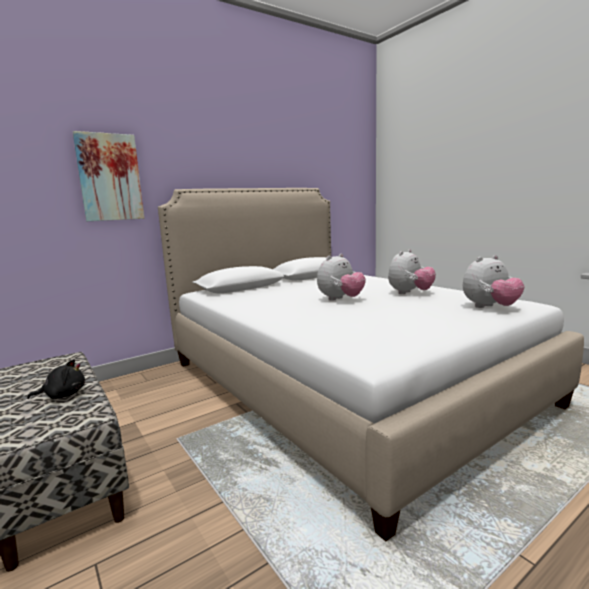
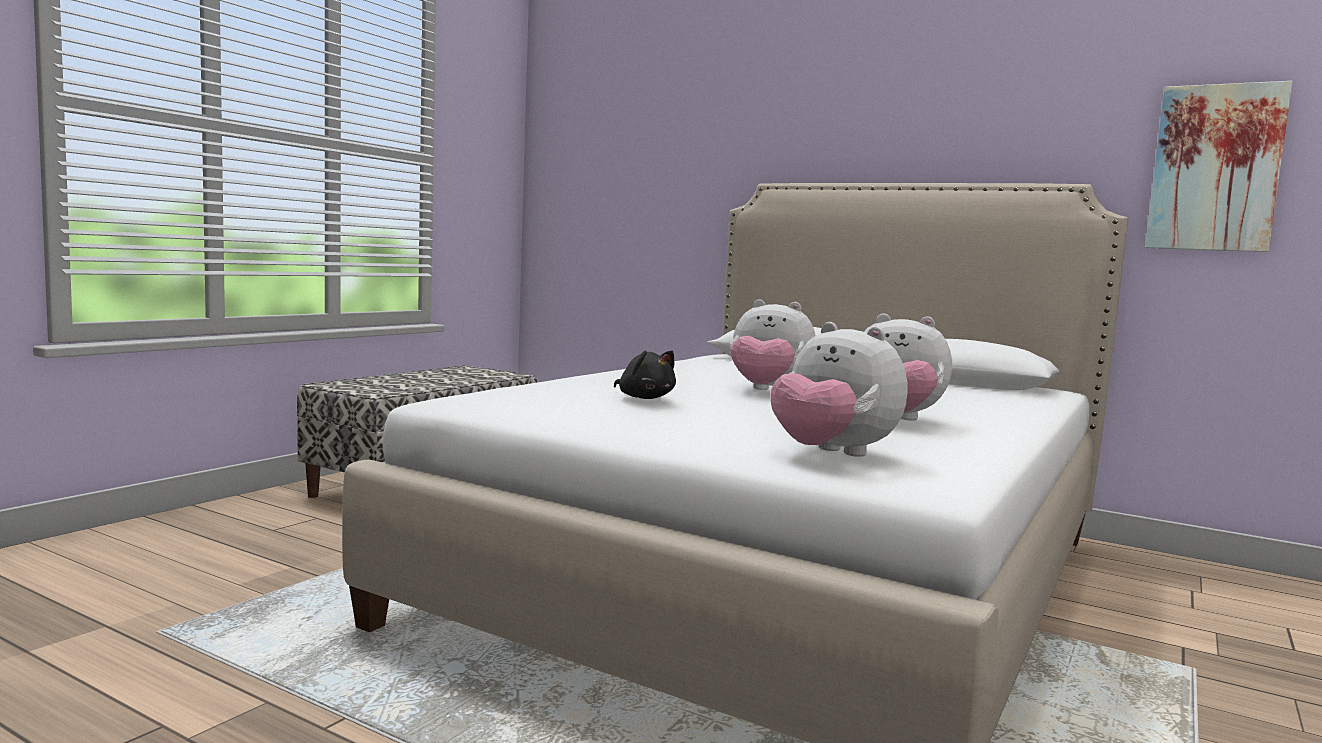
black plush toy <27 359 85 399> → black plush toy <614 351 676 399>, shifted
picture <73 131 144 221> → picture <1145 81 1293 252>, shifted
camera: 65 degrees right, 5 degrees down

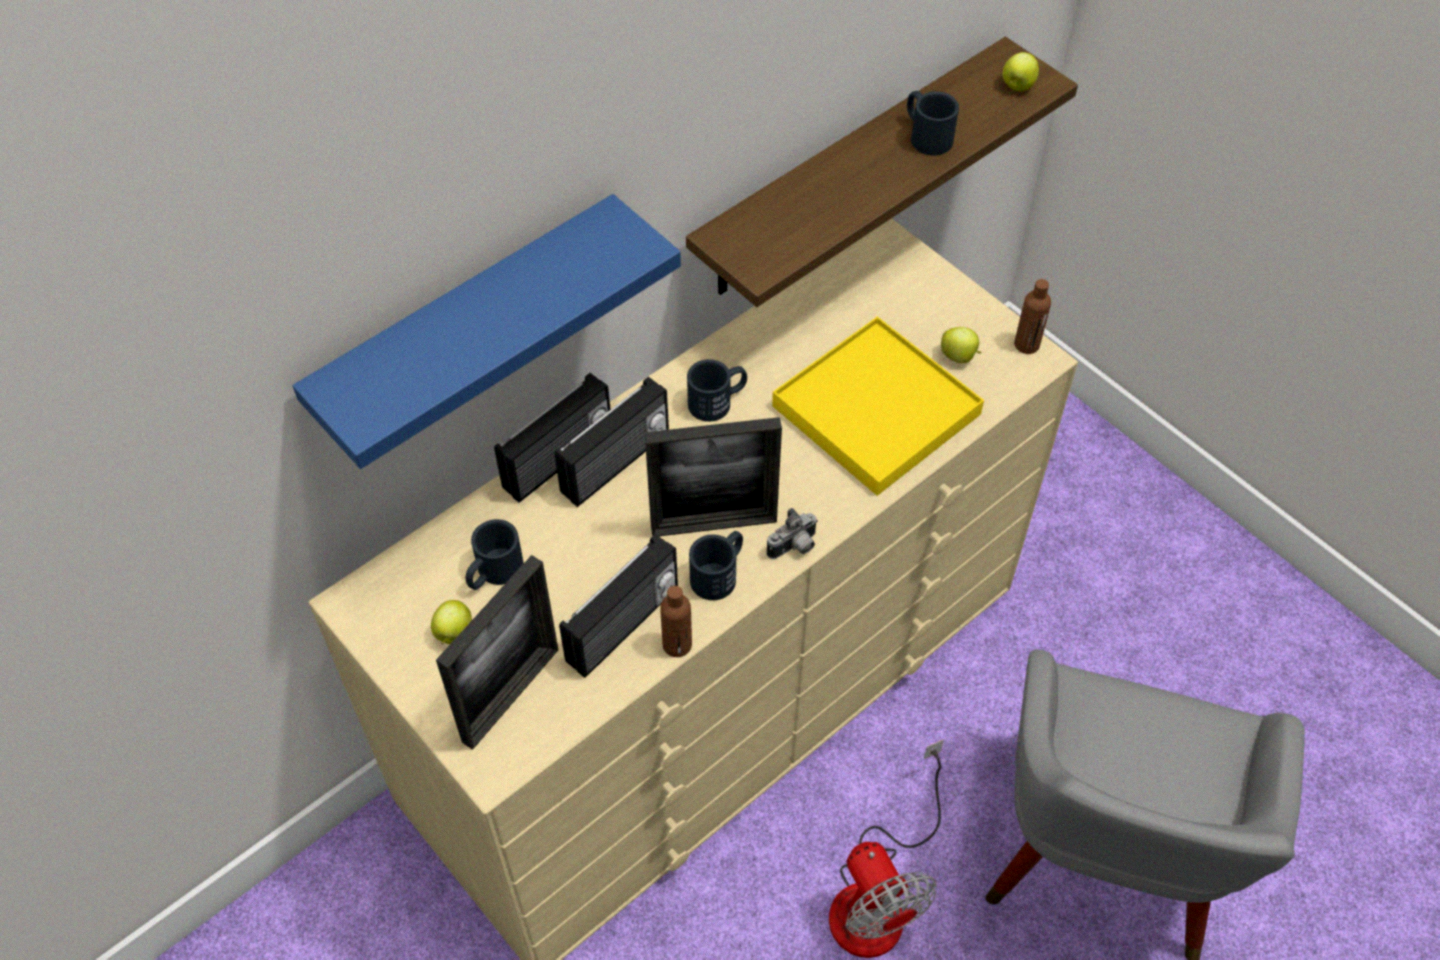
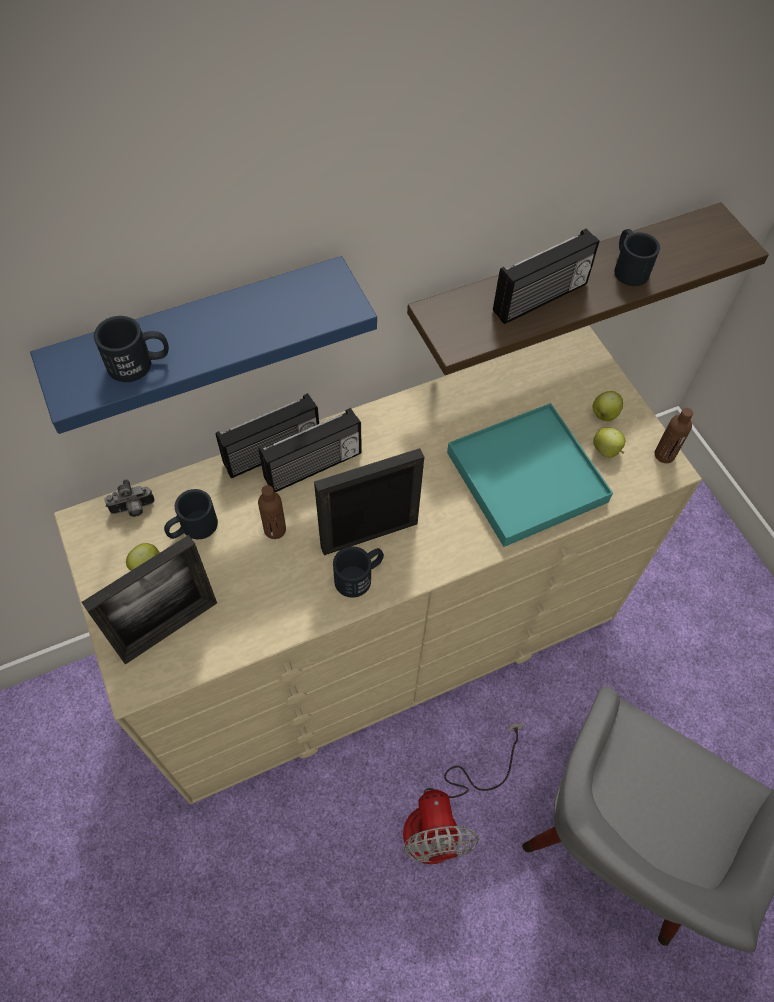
black mug <687 359 747 422> → black mug <94 316 169 382>, shifted
photo camera <766 508 818 559> → photo camera <104 479 155 517>, shifted
brown bottle <660 586 692 657> → brown bottle <258 485 286 539>, shifted
picture frame <645 417 782 536> → picture frame <314 448 424 555>, 150 degrees clockwise
yellow tray <772 316 984 496> → turquoise tray <447 403 613 547>
radio <559 534 678 678> → radio <493 229 600 324>, shifted
apple <1003 52 1039 91> → apple <593 391 623 422>, shifted
camera: 15 degrees right, 5 degrees up

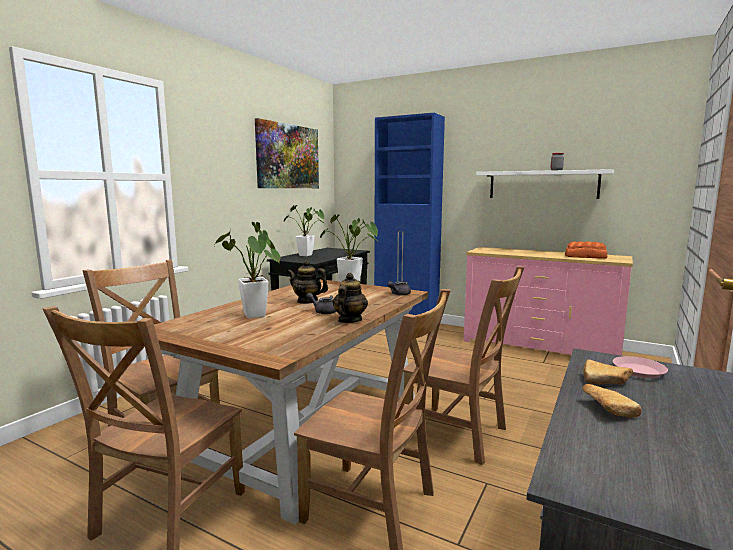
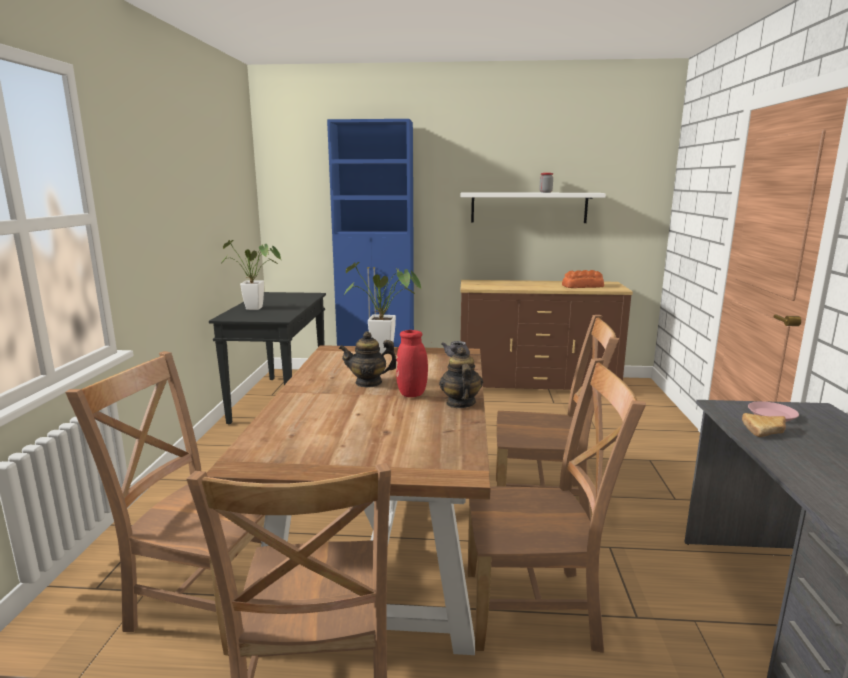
grey teapot <306 293 337 314> → red vase <396 330 428 397>
pink dresser <464 247 633 356> → brown dresser <460 280 633 390>
potted plant <214 222 281 318> → -
picture <255 118 319 188> → -
bread <582 384 642 417> → -
camera: 25 degrees left, 5 degrees up

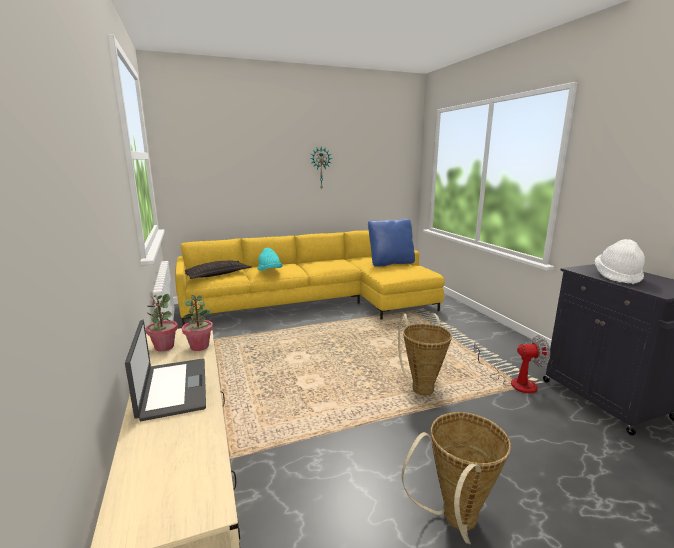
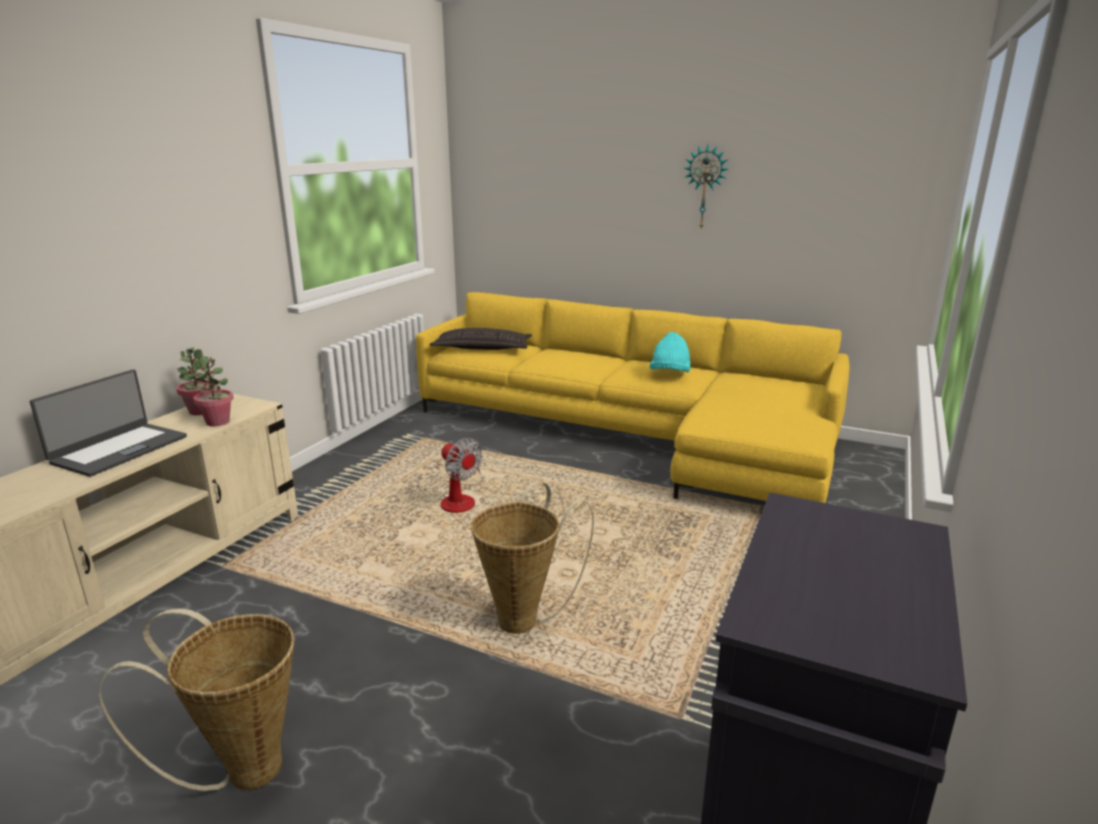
fan <474 335 550 393> → fan <441 438 483 513>, shifted
turquoise hat <258 248 283 271> → turquoise hat <650 332 690 372>, shifted
blue pillow <368 219 415 267> → -
white hat <595 239 645 284> → -
camera: 45 degrees right, 5 degrees up

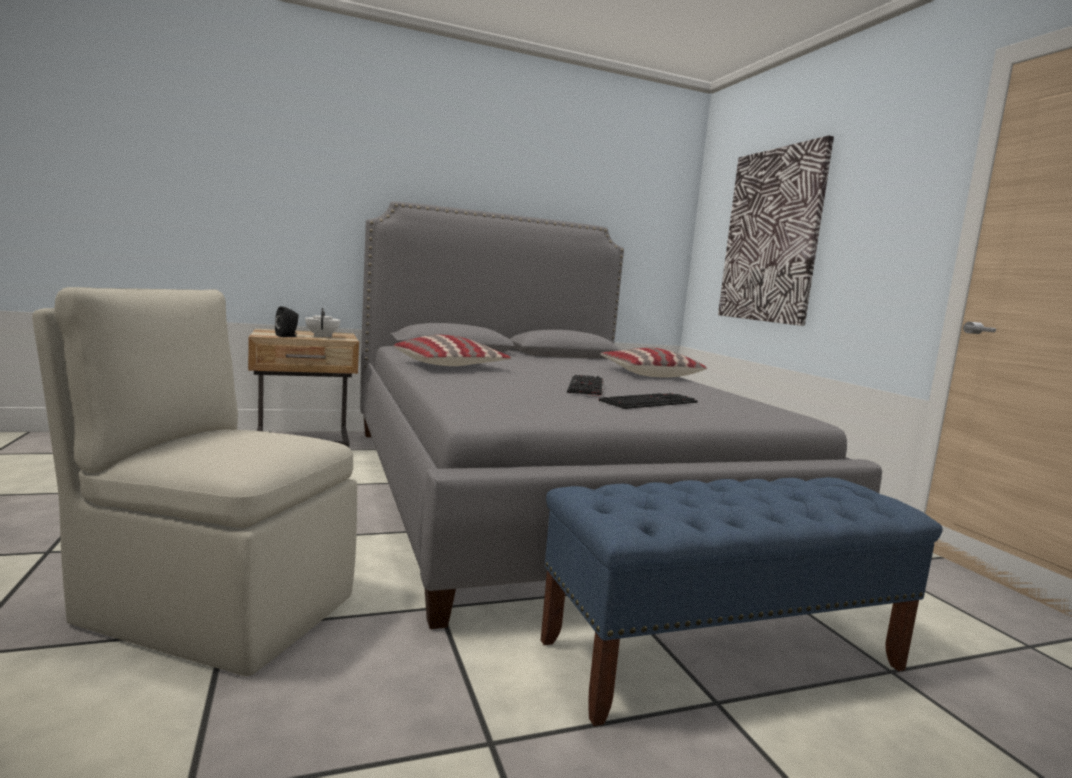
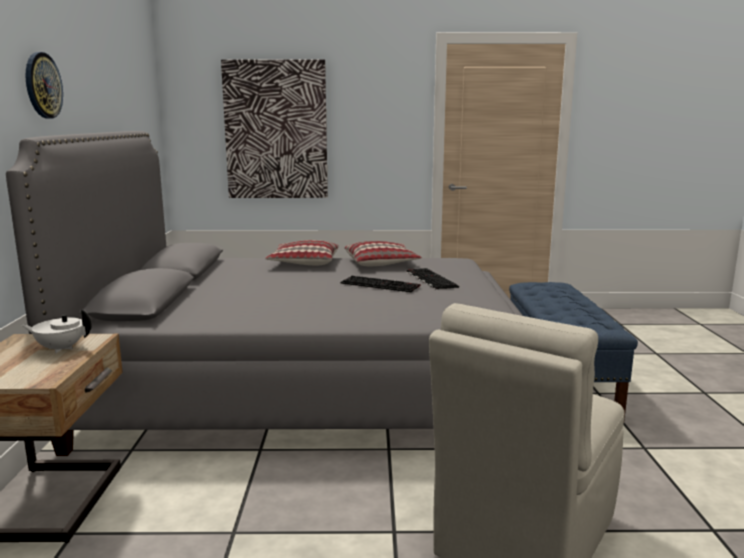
- → wall clock <26 52 63 118>
pillow <394 335 511 366> → pillow <344 241 422 266>, shifted
black speaker <275 306 299 337> → -
camera: 70 degrees left, 5 degrees up

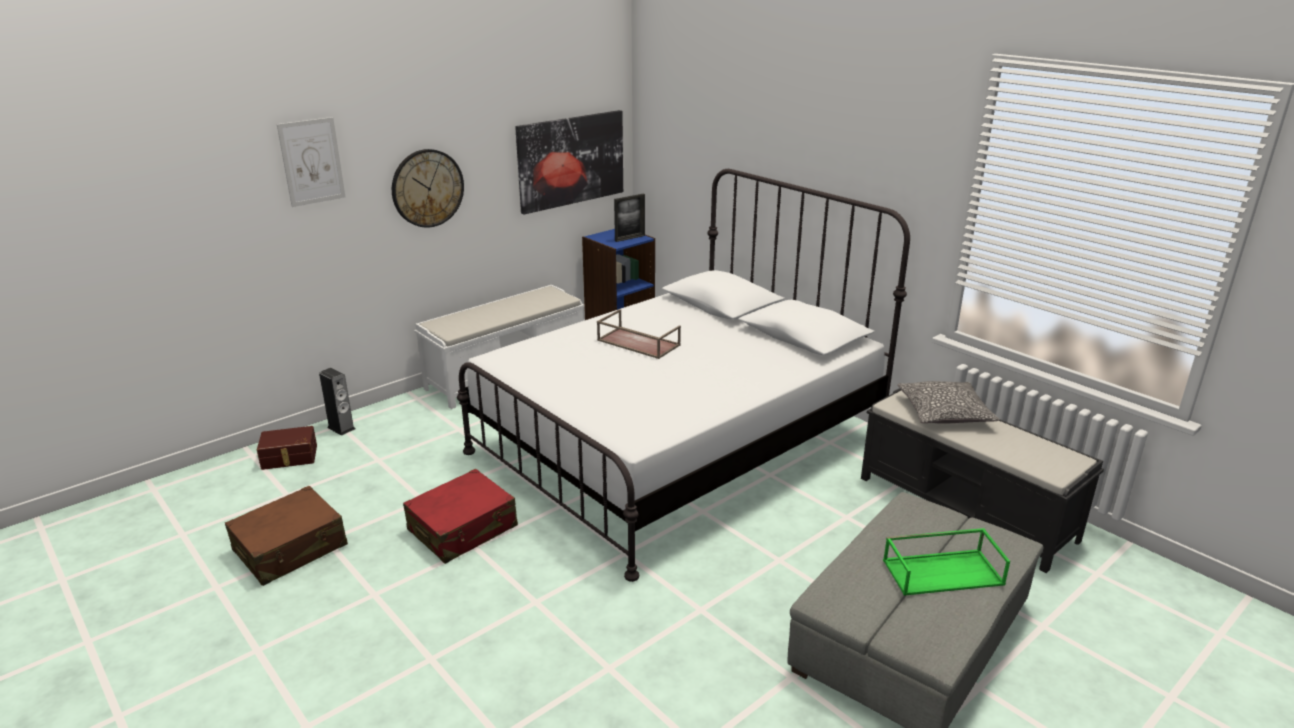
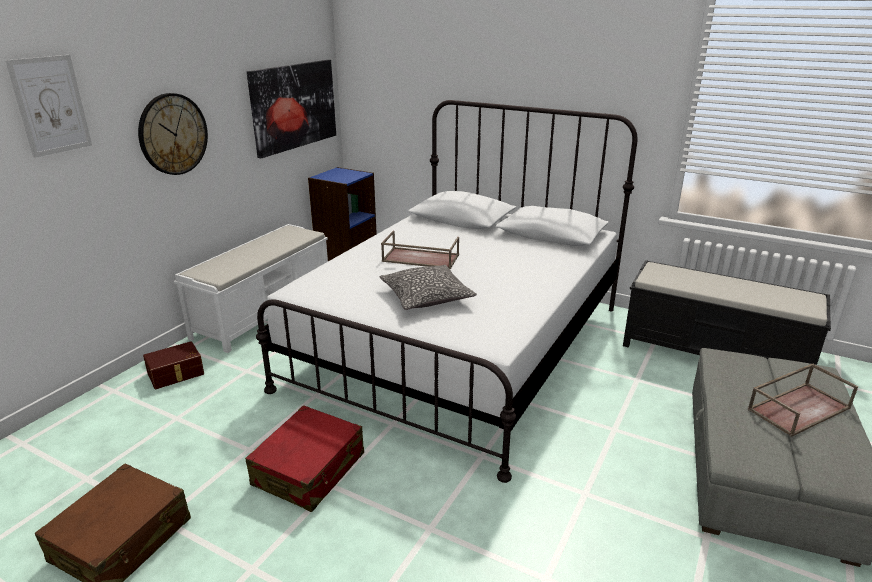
brown storage box <257 426 317 470> → brown storage box <143 341 204 389>, shifted
pillow <897 381 1000 424> → pillow <380 265 477 310>, shifted
green tray <883 528 1010 596> → brown tray <747 363 858 437>
speaker <319 368 355 436> → -
picture frame <614 194 645 242> → -
camera: 20 degrees left, 0 degrees up

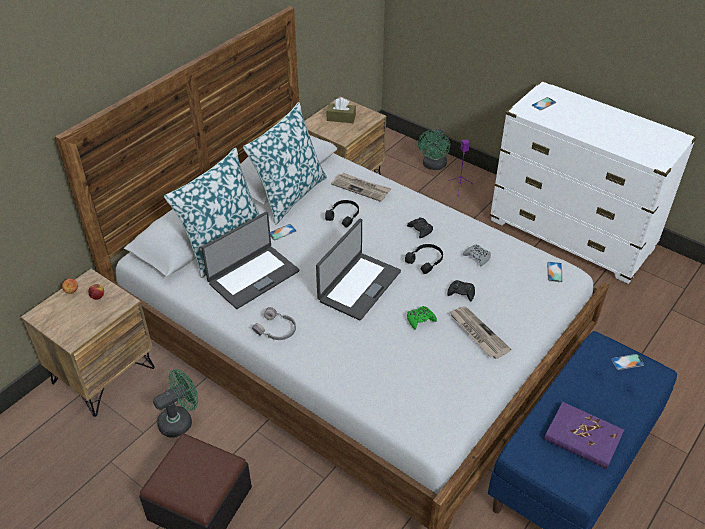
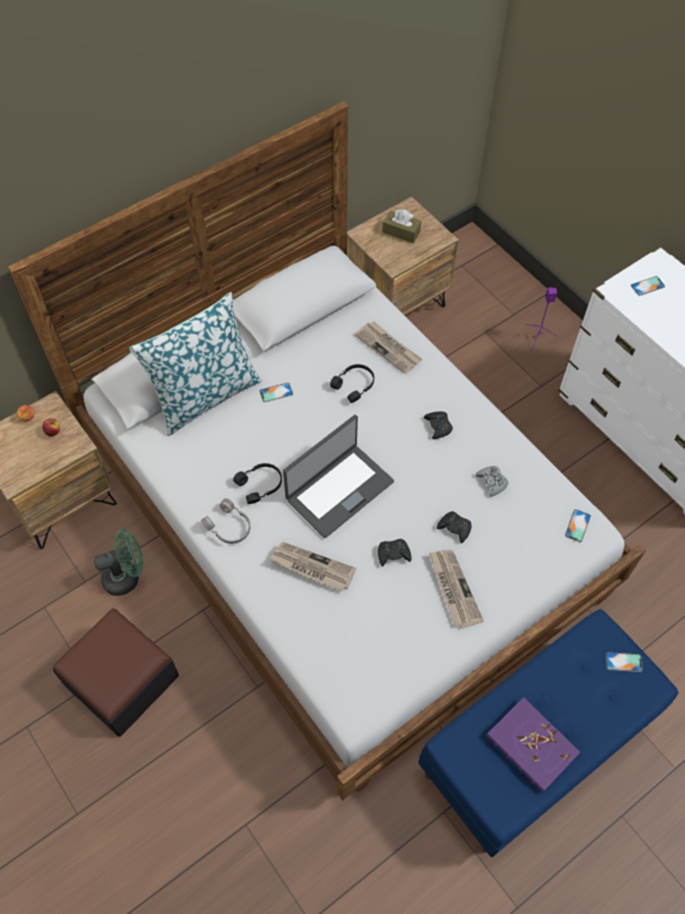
black headphones <405 244 443 274> → black headphones <233 463 282 504>, shifted
- → newspaper <269 542 356 592>
green game controller <407 306 437 329> → black game controller <378 539 411 567>
laptop <201 212 299 309> → -
pillow <243 102 327 224> → -
green fan <418 129 450 170> → -
camera: 15 degrees right, 15 degrees up

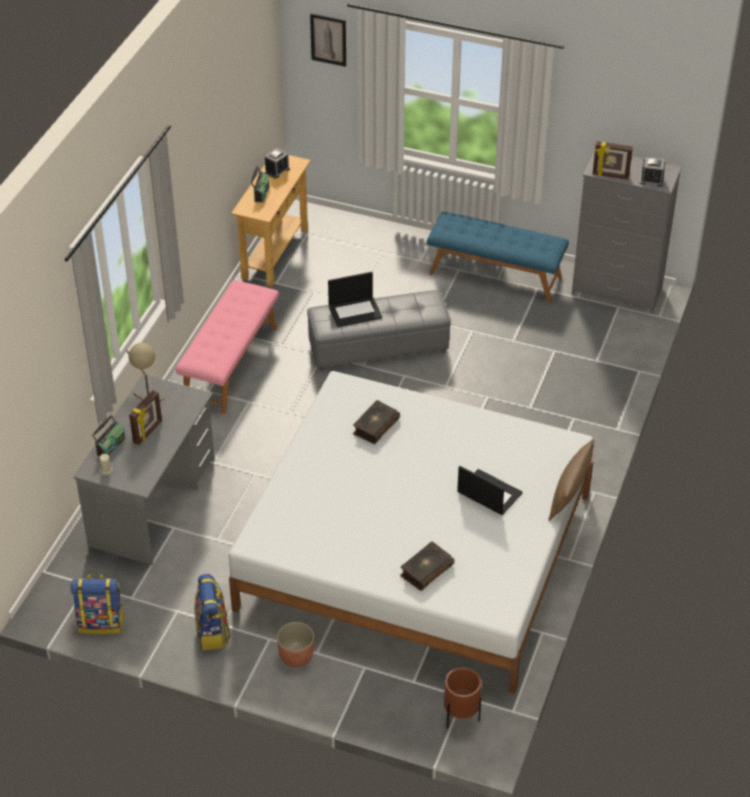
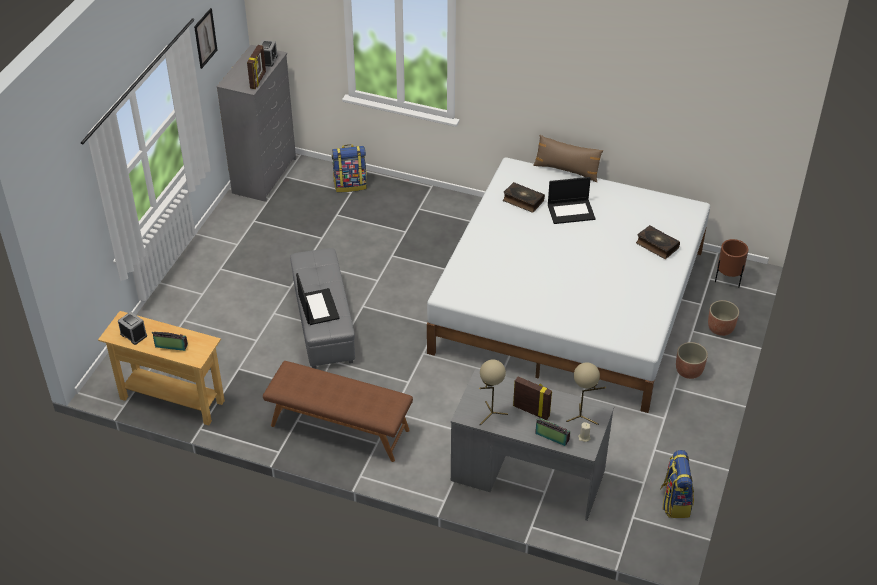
picture <310 13 346 67> → picture <194 8 217 69>, shifted
pink bench <175 280 279 414> → brown bench <263 361 413 462>
backpack <194 574 230 650> → backpack <332 144 367 192>, shifted
book <353 400 400 444> → book <503 182 545 213>, shifted
laptop <457 466 523 515> → laptop <548 177 595 224>, 135 degrees counterclockwise
- → beige table lamp <566 362 606 425>
- → planter <708 300 739 336>
blue bench <427 212 569 303> → -
camera: 90 degrees left, 0 degrees up

